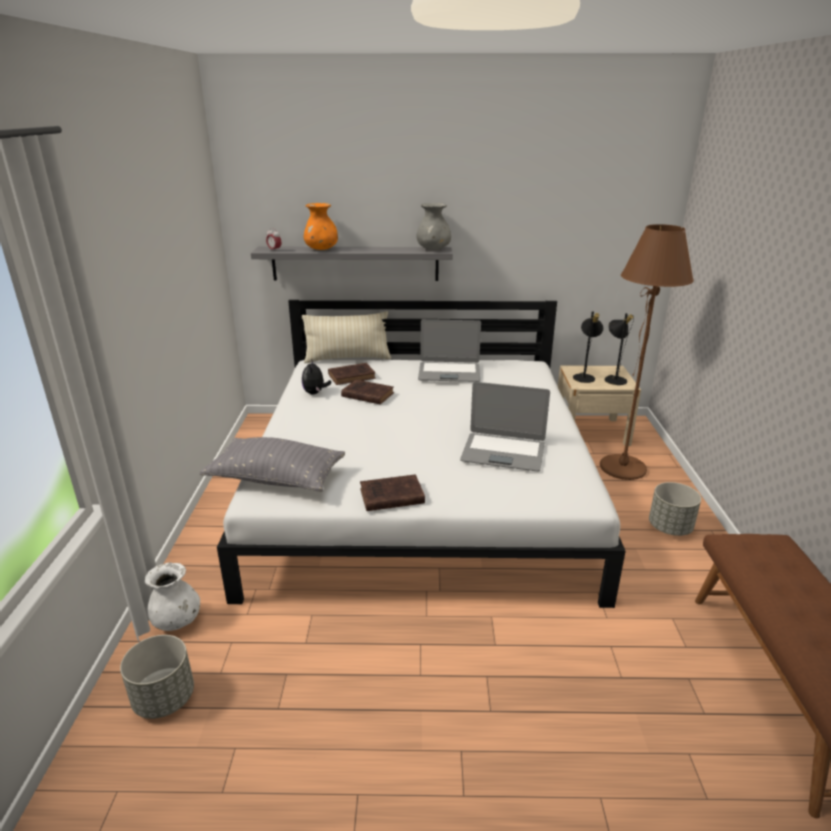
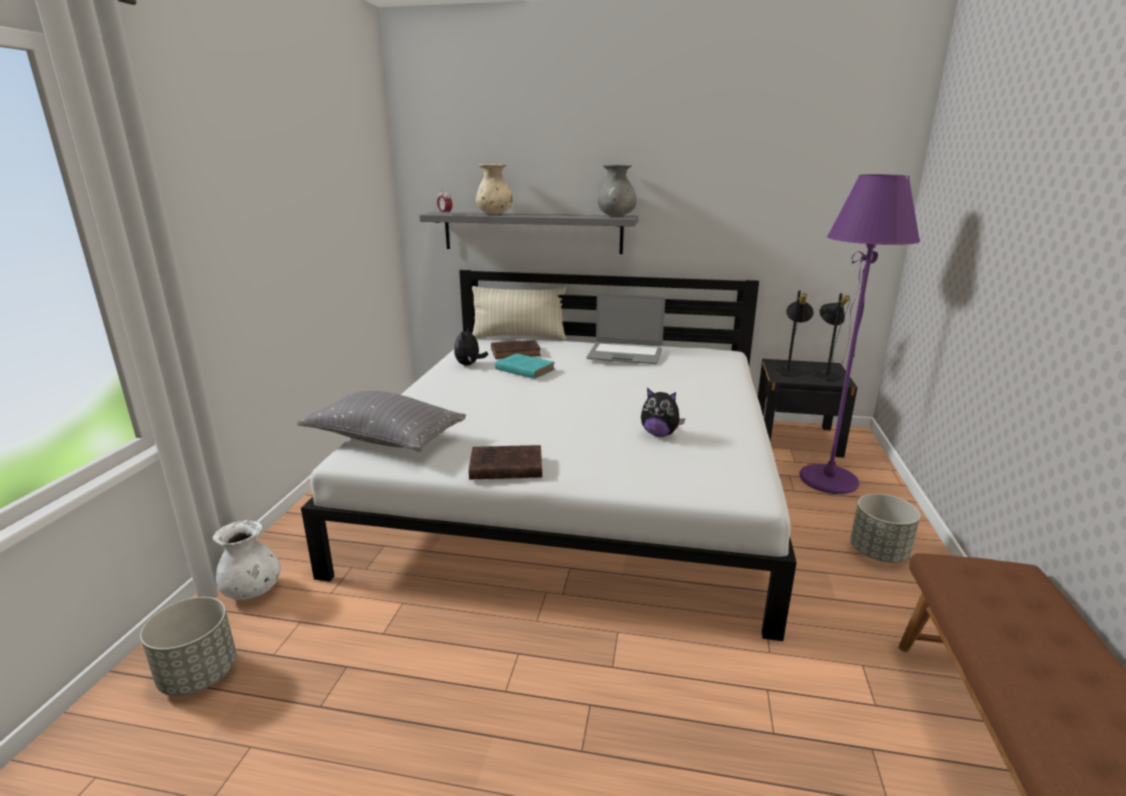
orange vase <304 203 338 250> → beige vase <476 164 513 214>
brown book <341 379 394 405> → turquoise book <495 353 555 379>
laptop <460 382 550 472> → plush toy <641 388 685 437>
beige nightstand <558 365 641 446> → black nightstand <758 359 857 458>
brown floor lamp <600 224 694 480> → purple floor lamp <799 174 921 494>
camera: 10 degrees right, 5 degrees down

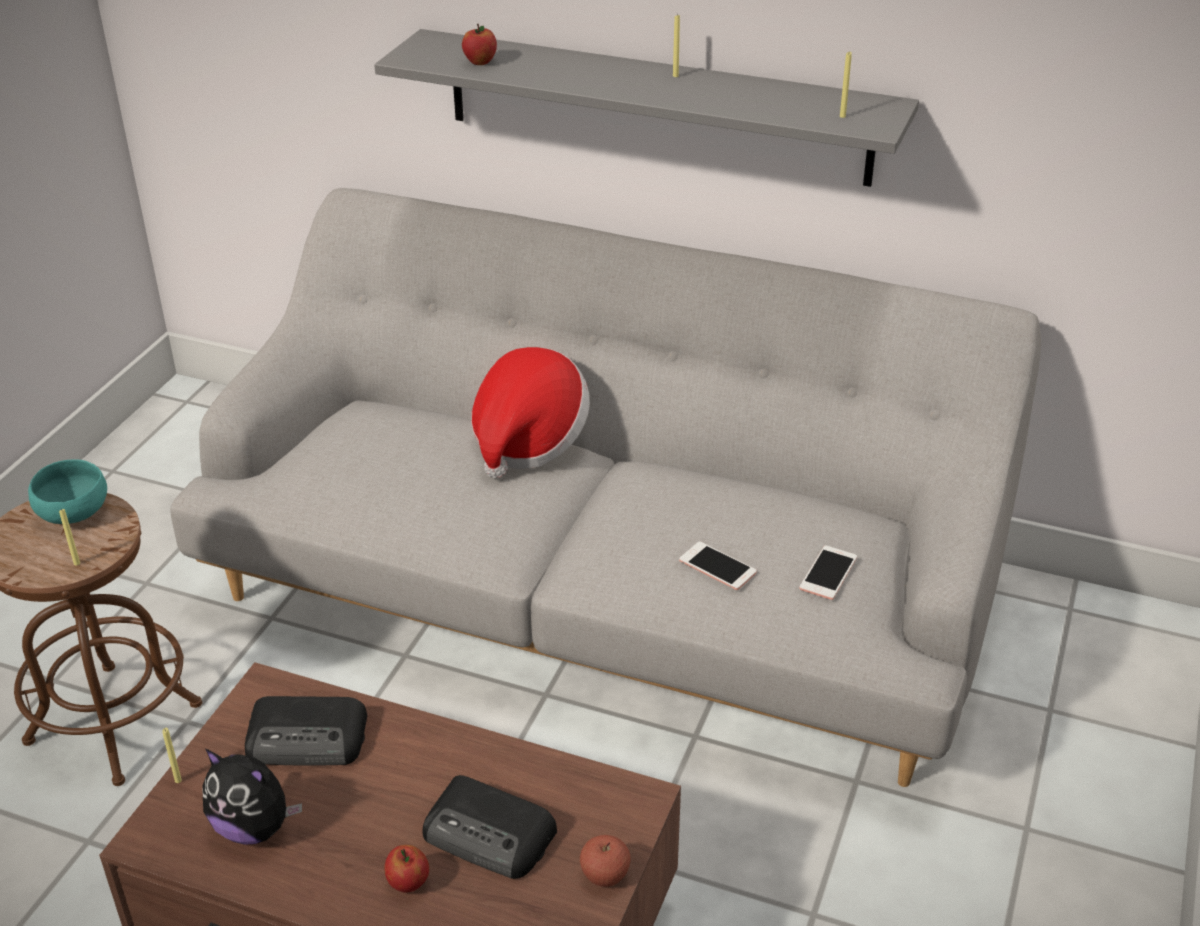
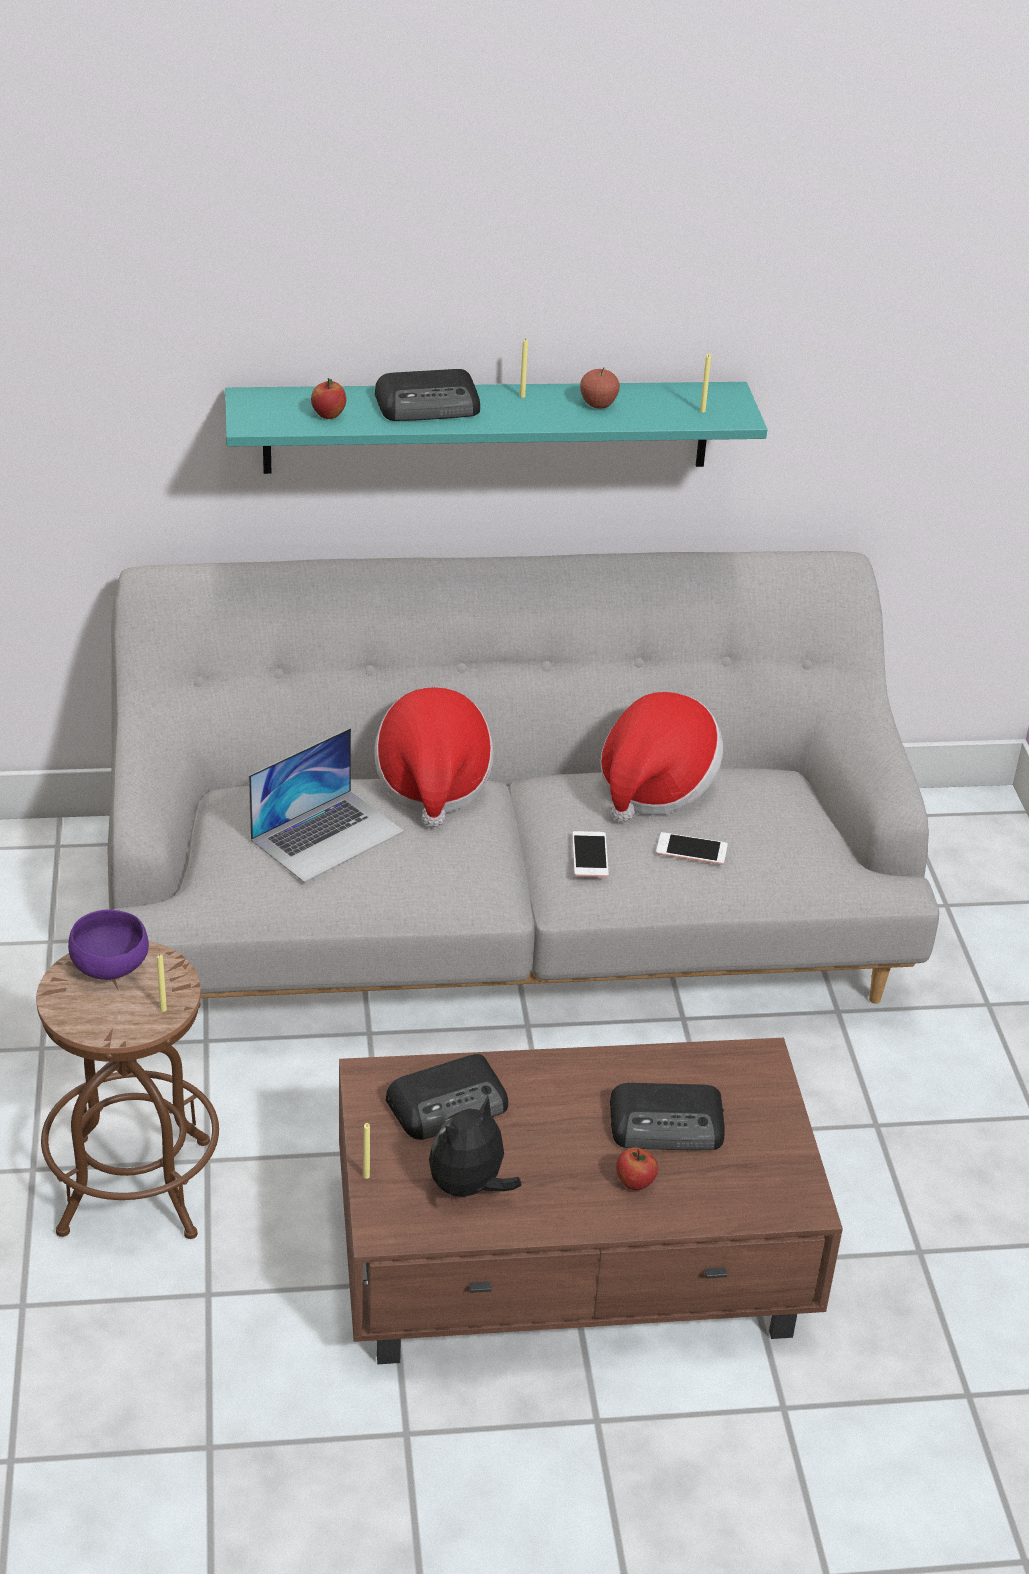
turquoise bowl <28 459 107 524> → purple bowl <68 910 149 980>
grey shelf <374 29 919 187> → turquoise shelf <225 382 767 474>
- → laptop <249 728 404 883>
- → radio <375 369 480 421>
plush toy <202 749 302 845> → plush toy <429 1095 521 1204>, 135 degrees clockwise
phone <799 546 857 600> → phone <572 831 609 877>, shifted
apple <580 835 631 887> → apple <580 368 620 408>, shifted
- → hat <600 692 723 822>
camera: 30 degrees left, 0 degrees up

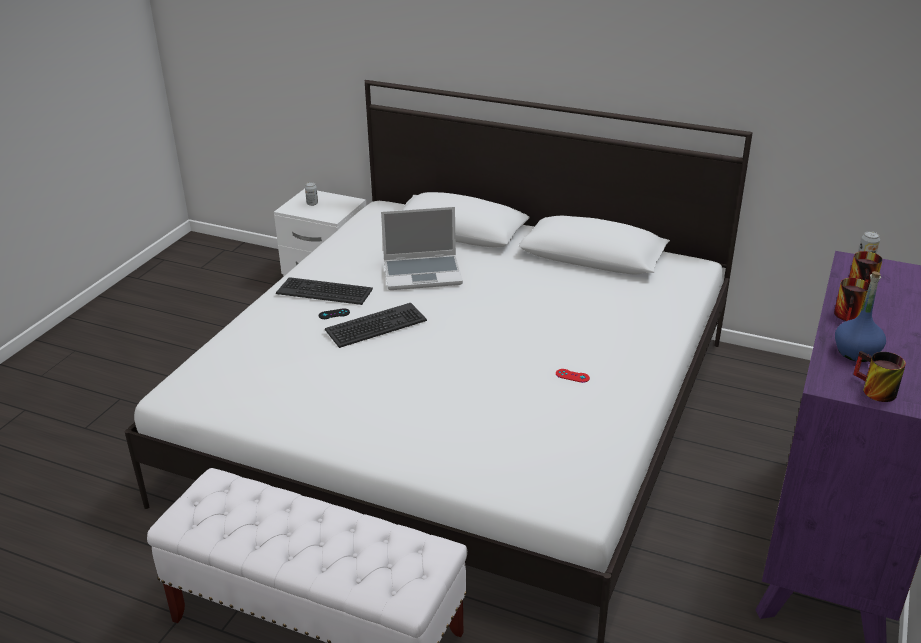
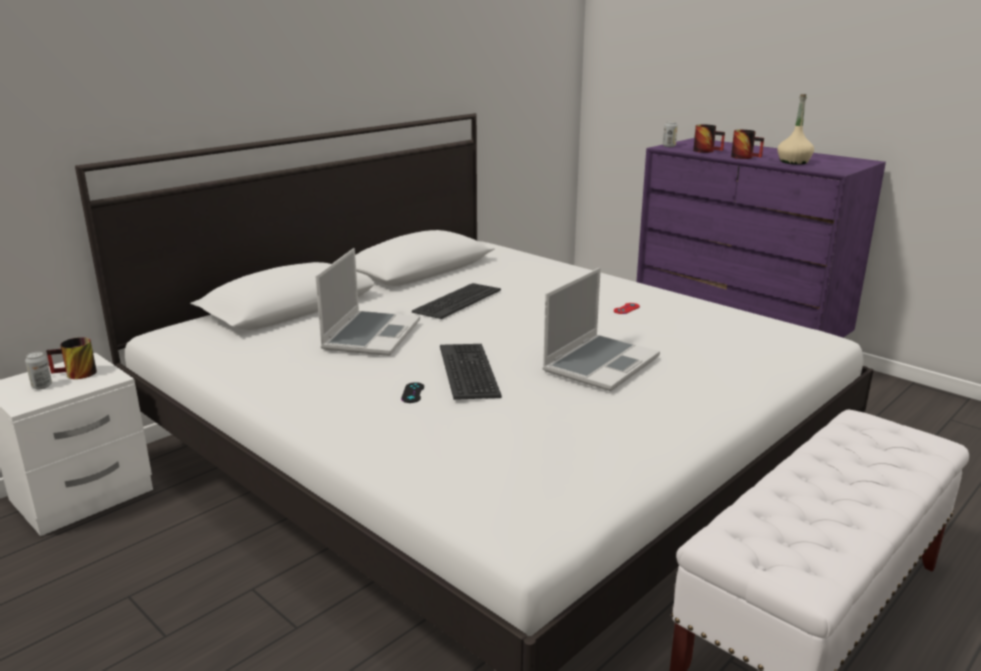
mug <853 351 906 402> → mug <46 337 97 379>, shifted
keyboard <276 277 373 305> → keyboard <412 283 501 319>, shifted
- → laptop <542 268 660 391>
blue bottle <835 271 886 362> → beige bottle <777 94 814 165>
camera: 70 degrees left, 10 degrees down

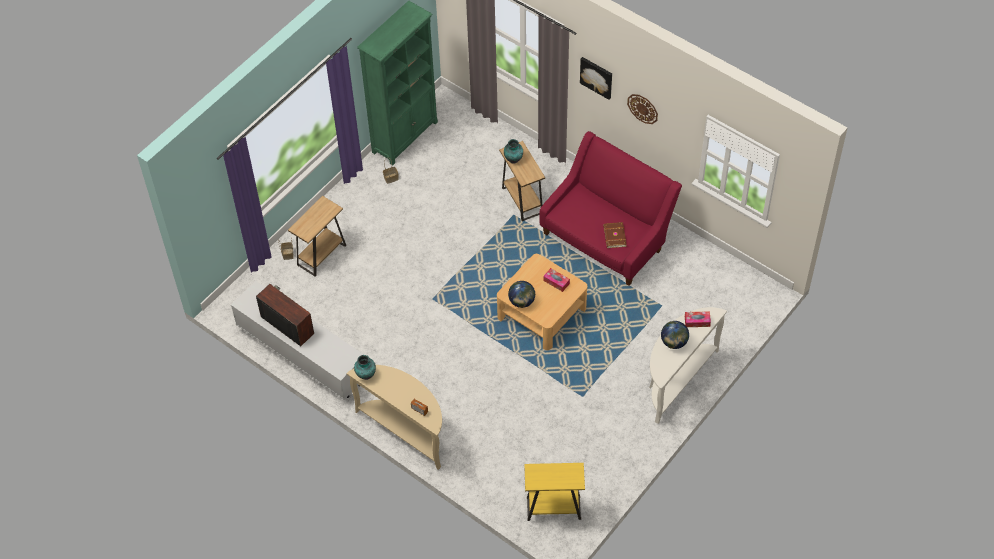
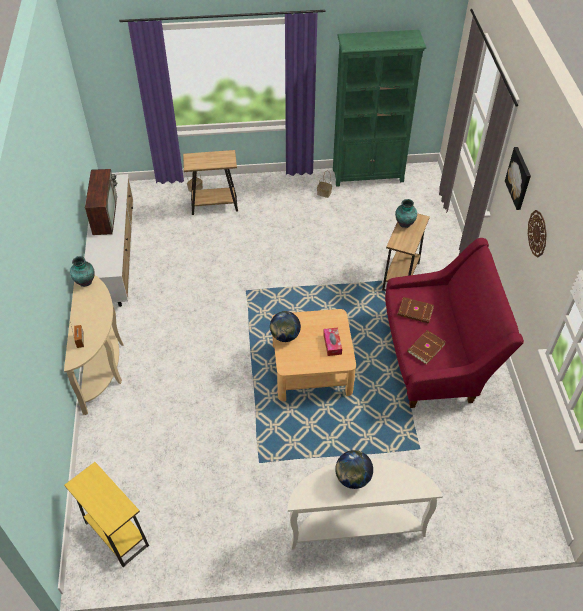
- → brown book <397 297 434 324>
tissue box <685 311 711 327> → -
camera: 45 degrees right, 5 degrees down

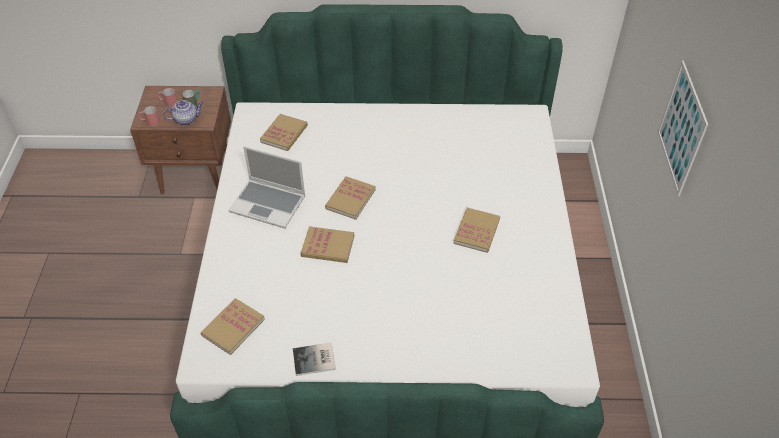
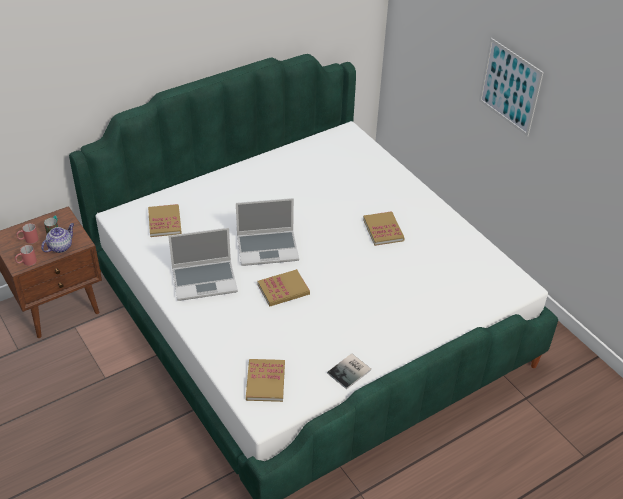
book <325 176 375 220> → laptop <236 198 299 266>
camera: 35 degrees left, 5 degrees down

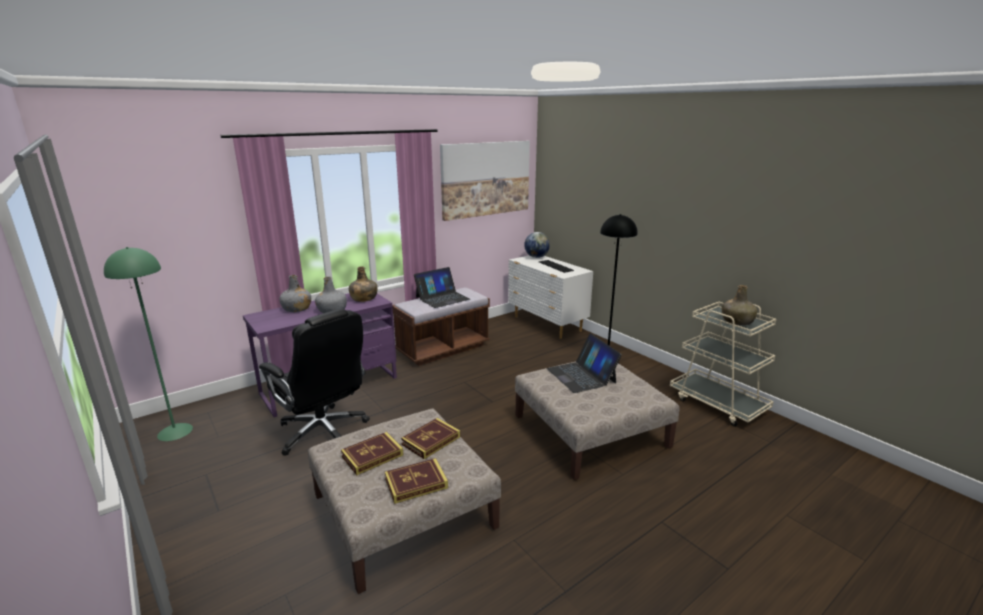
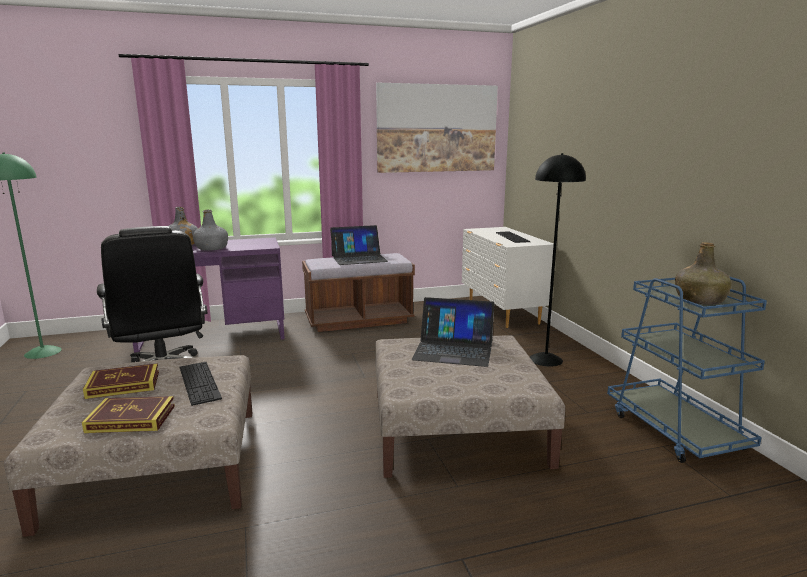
book <401 418 460 459> → keyboard <180 362 222 406>
laptop <547 333 622 393> → laptop <411 297 494 367>, 75 degrees counterclockwise
beige cart <670 302 776 427> → blue cart <607 276 767 463>
green bottle <349 266 378 302> → -
globe <524 232 550 258> → -
camera: 20 degrees right, 5 degrees down

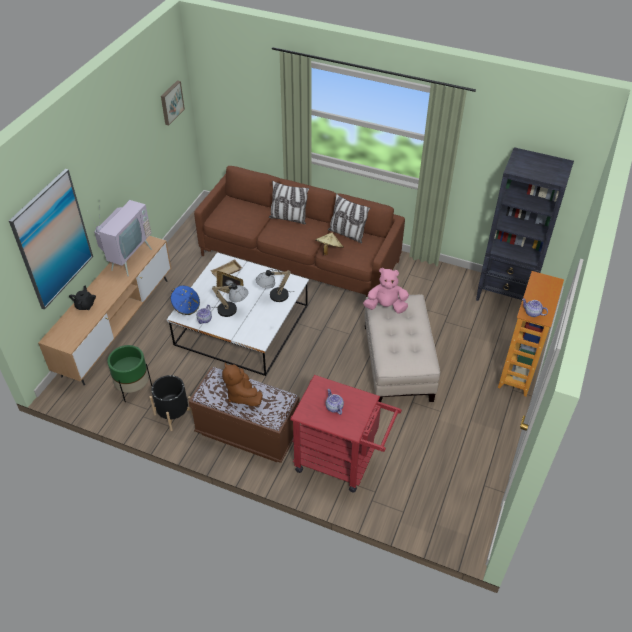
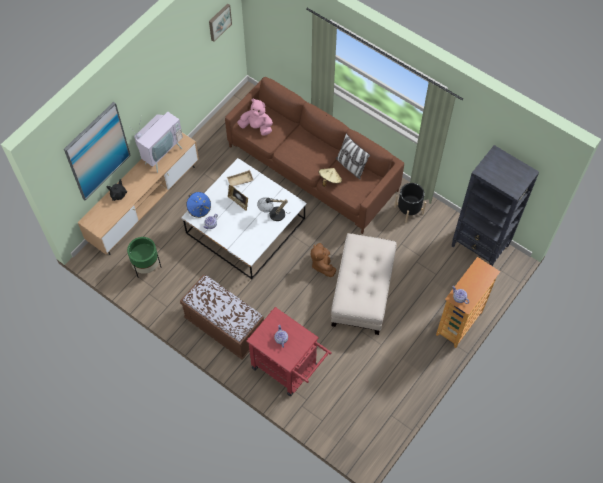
pink plush toy <363 268 409 314> → pink plush toy <237 99 273 136>, shifted
brown plush toy <222 362 263 406> → brown plush toy <311 243 336 277>, shifted
black planter <149 375 193 431> → black planter <394 183 426 223>, shifted
table lamp <211 283 248 317> → -
pillow <269 181 309 224> → -
camera: 15 degrees right, 15 degrees up

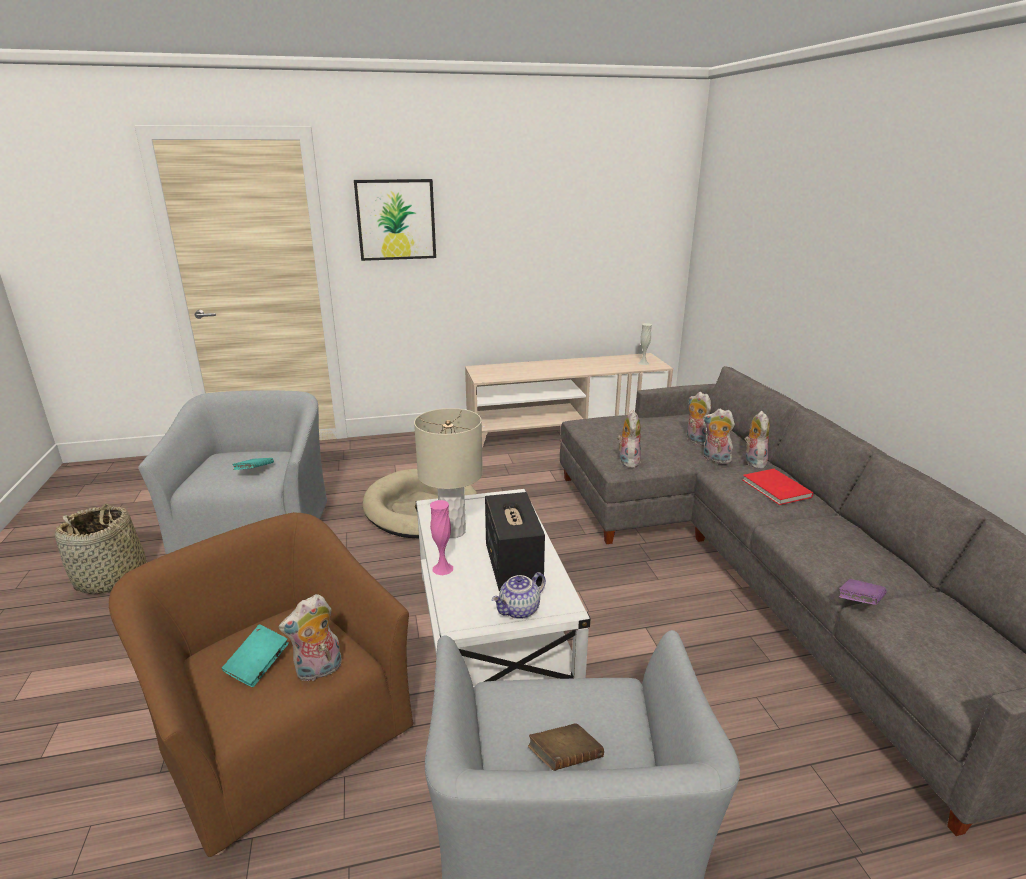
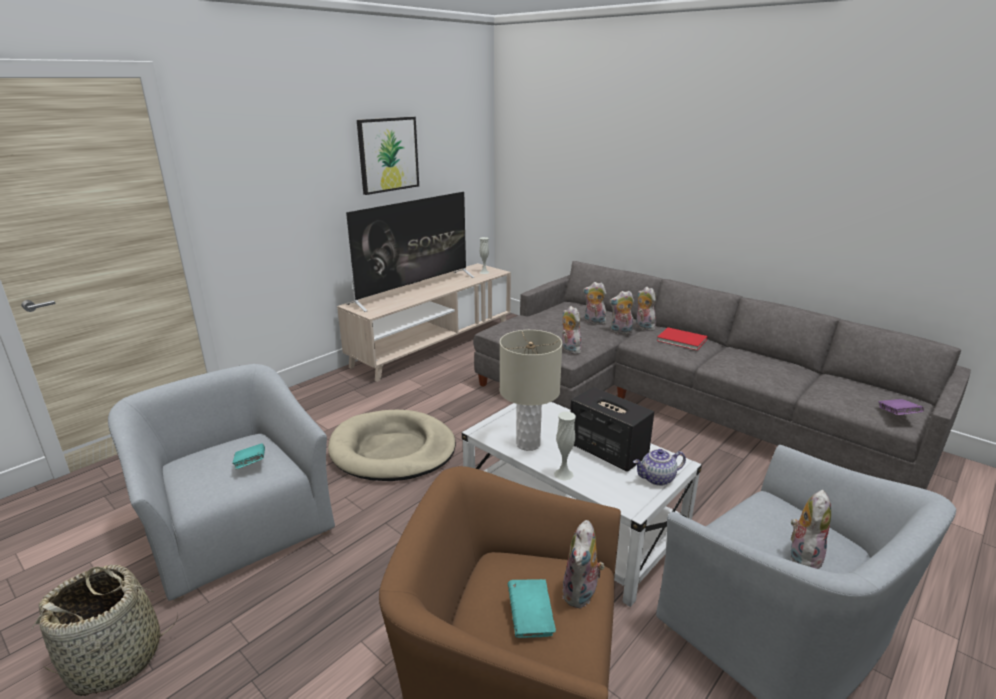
- → television <346 192 474 312>
picture <354 179 436 261> → picture <357 117 419 195>, shifted
pink vase <430 500 453 575> → white vase <554 412 576 481>
teapot <492 572 546 619> → teapot <633 449 686 486>, 60 degrees clockwise
brown book <528 724 604 771> → plush toy <787 490 831 569>
purple book <839 579 887 605> → purple book <878 399 924 415>, shifted
camera: 35 degrees left, 0 degrees up

